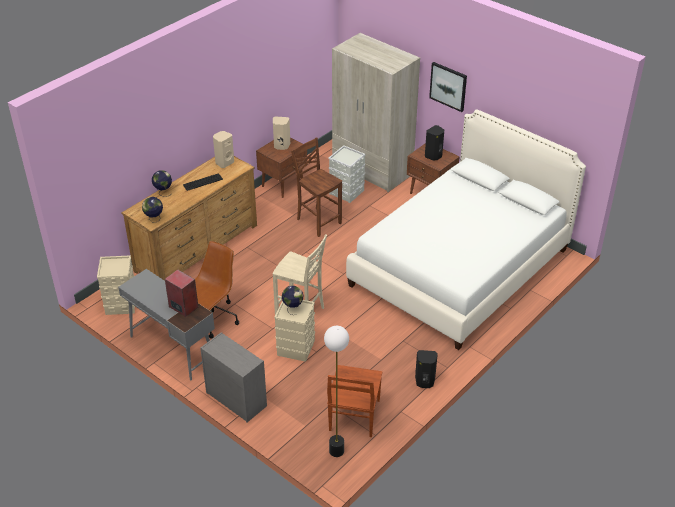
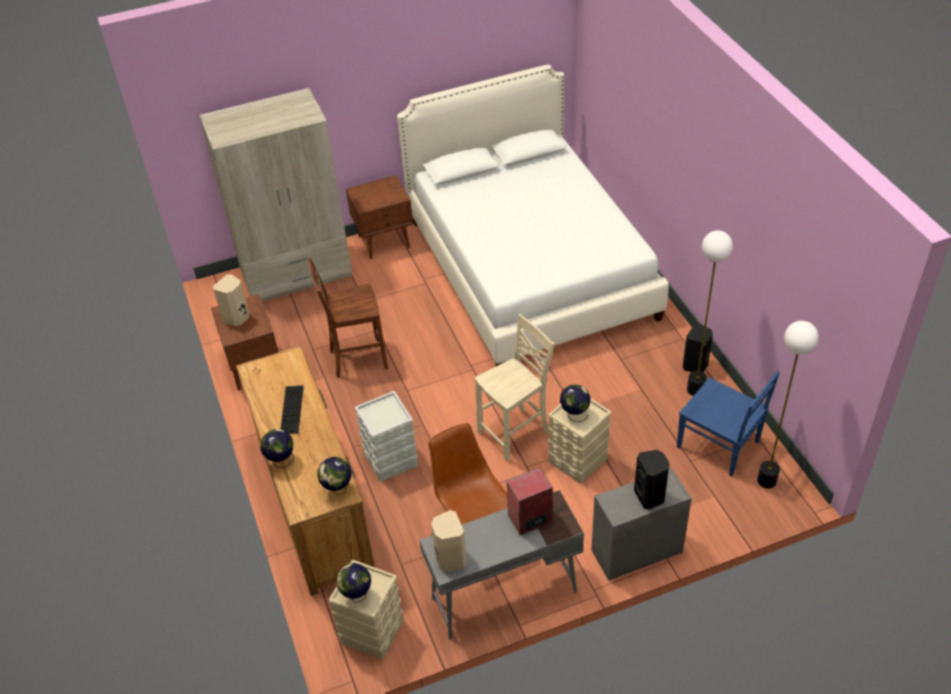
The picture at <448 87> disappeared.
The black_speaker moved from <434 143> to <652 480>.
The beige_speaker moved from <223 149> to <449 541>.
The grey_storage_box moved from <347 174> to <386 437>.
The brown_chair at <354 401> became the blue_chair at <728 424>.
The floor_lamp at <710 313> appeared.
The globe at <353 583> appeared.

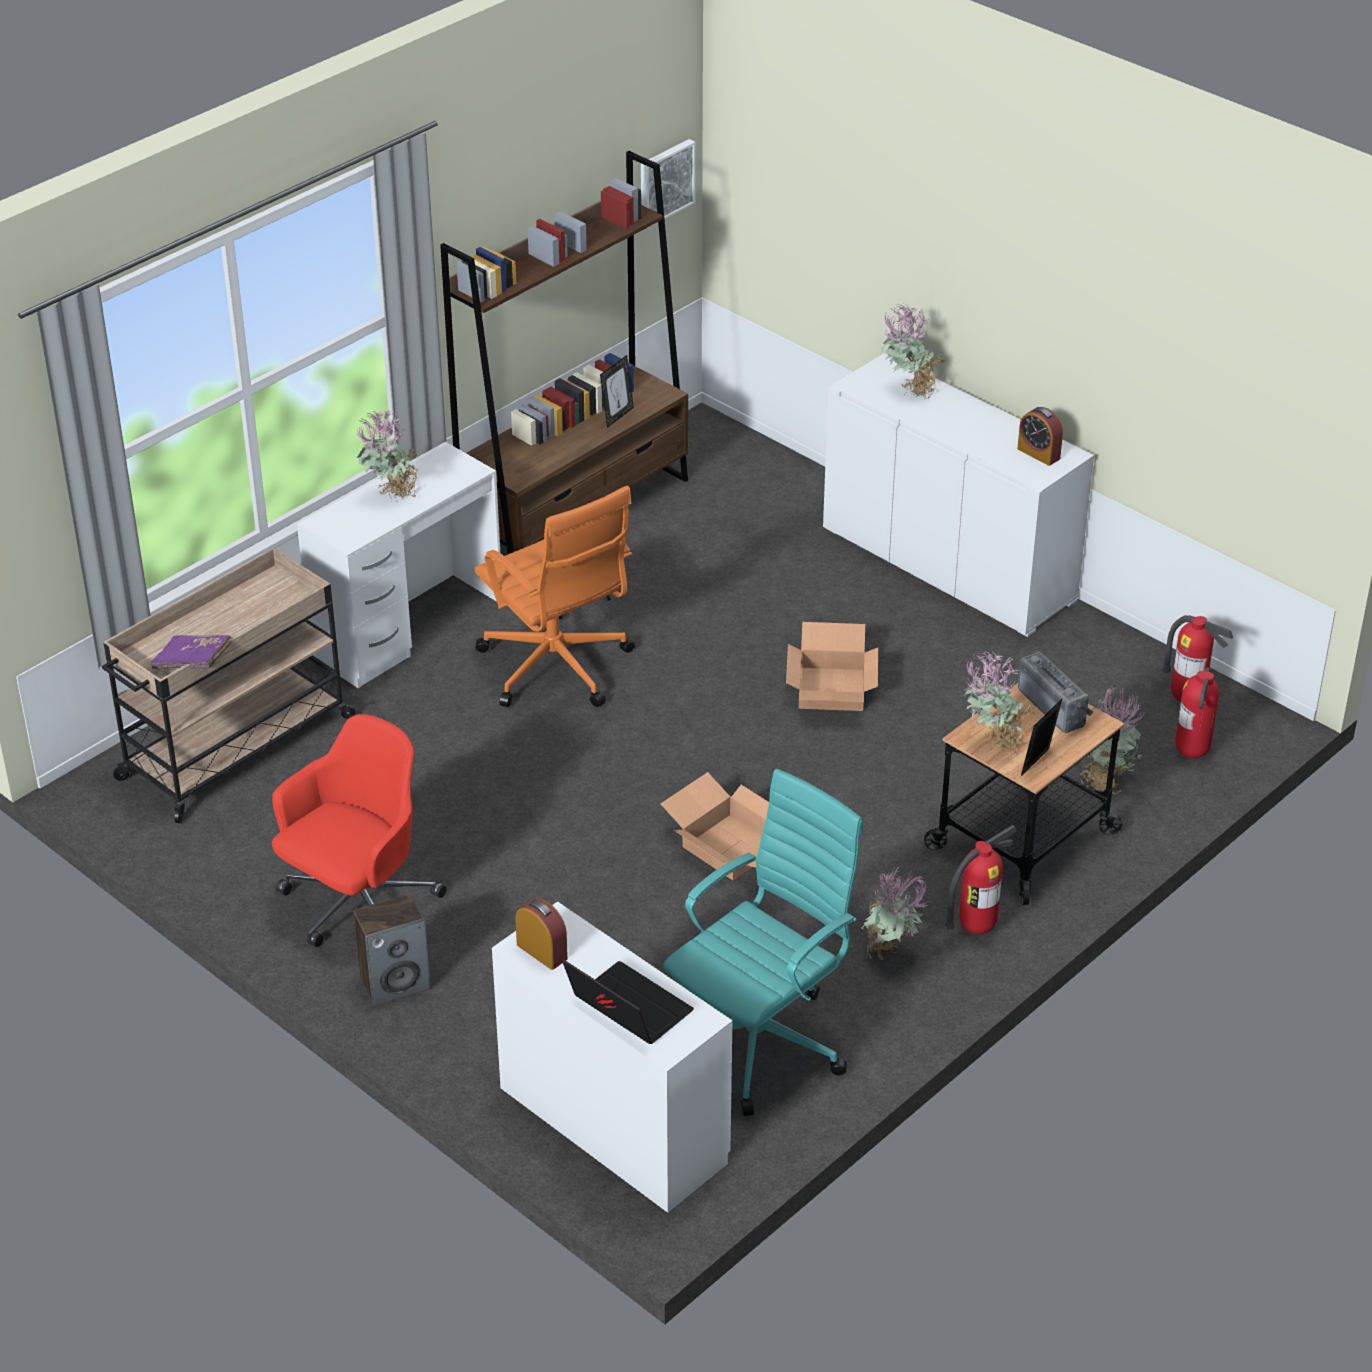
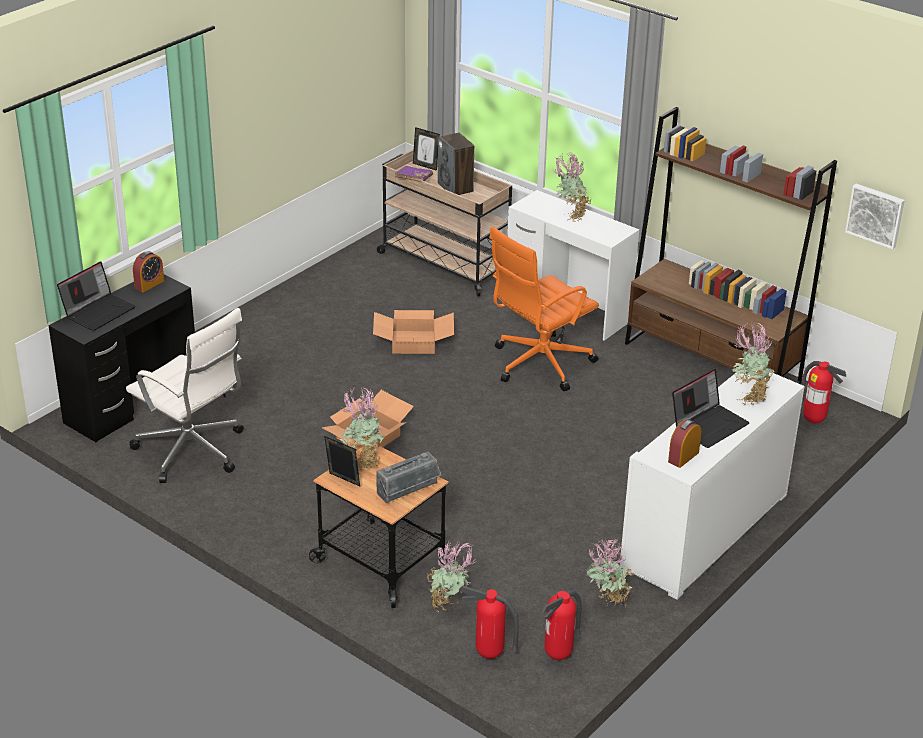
The picture_frame moved from <617 391> to <426 149>.
The cardboard_box moved from <832 666> to <413 332>.
The red_office_chair at <359 830> disappeared.
The turquoise_office_chair at <763 942> became the white_office_chair at <185 395>.
The fire_extinguisher moved from <981 880> to <823 392>.
The potted_plant moved from <894 913> to <610 573>.
The speaker moved from <392 950> to <456 164>.
The white_desk at <612 1057> became the black_desk at <121 358>.
The laptop at <711 408> appeared.

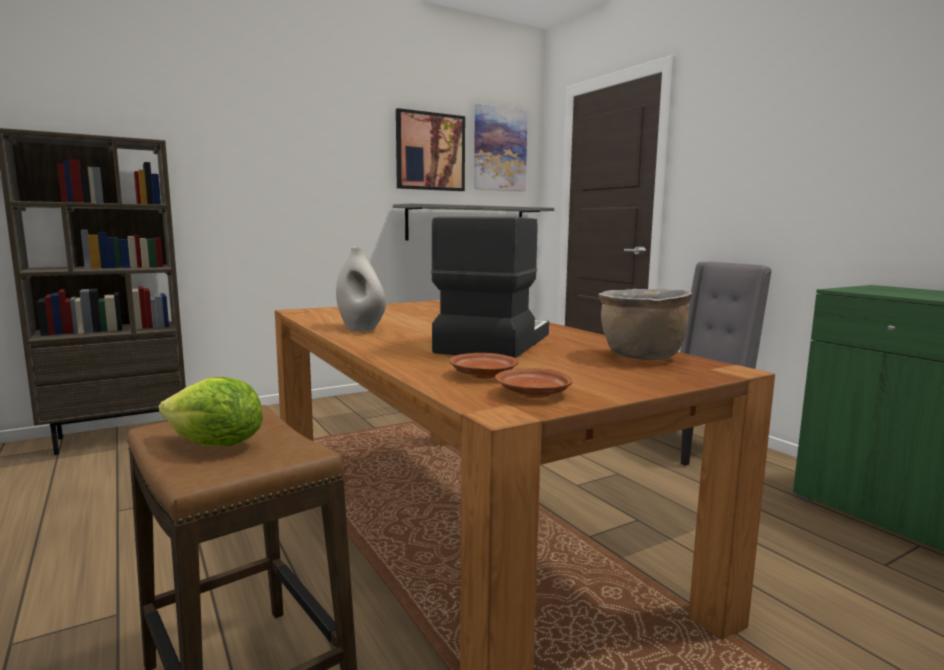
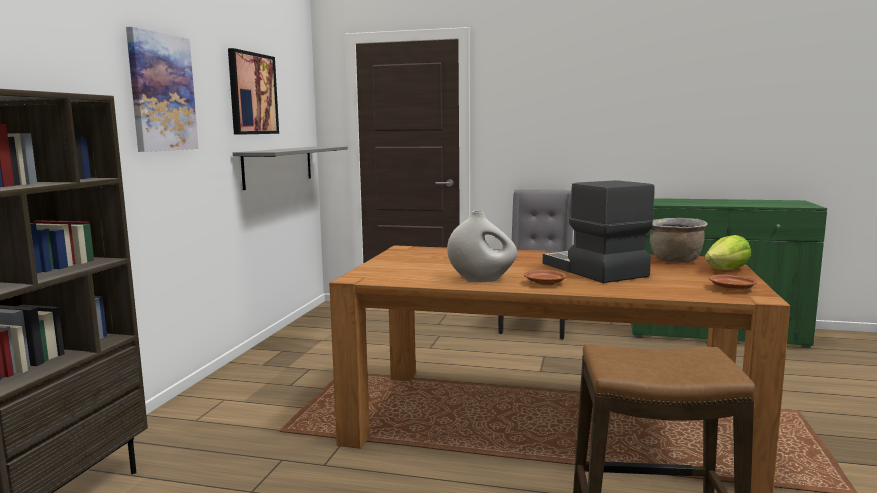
The picture moved from <501 147> to <162 89>.
The brown_plate moved from <484 366> to <545 277>.
The lettuce moved from <211 411> to <728 252>.

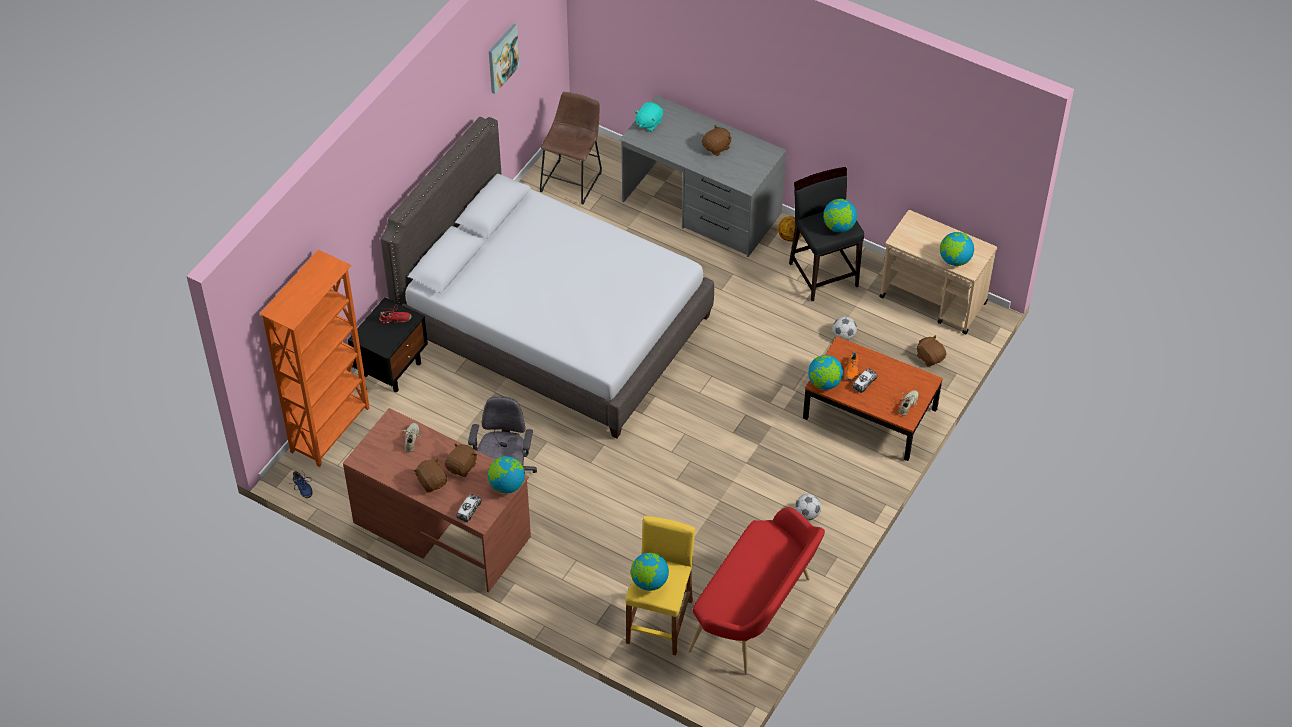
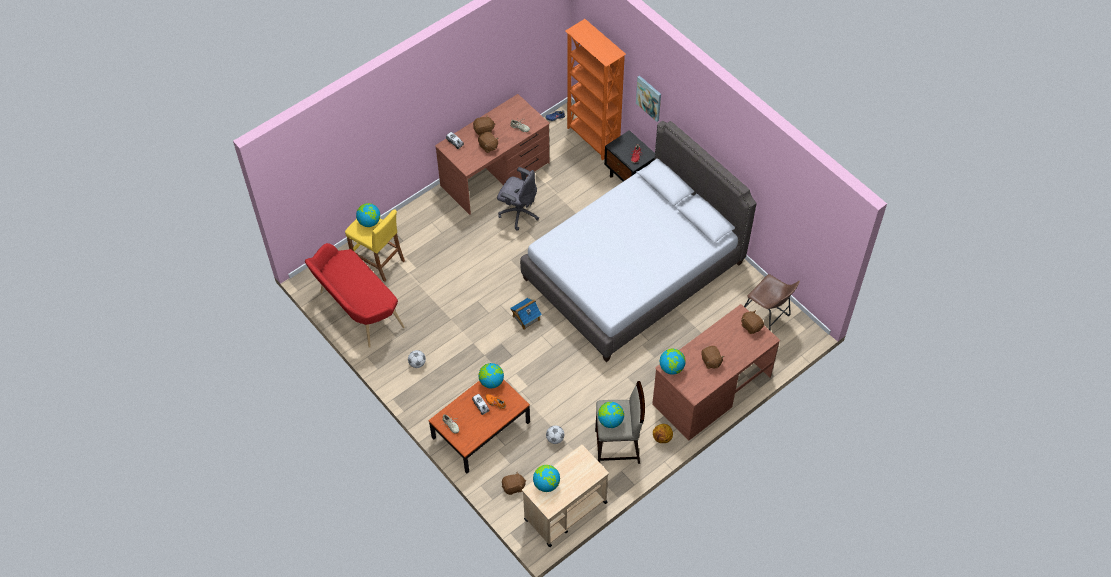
The picture moved from <504 59> to <648 99>.
The grey_desk at <703 176> became the brown_desk at <716 372>.
The turquoise_plush_toy at <648 117> became the brown_plush_toy at <752 322>.
The black_stool at <826 234> became the beige_stool at <620 422>.
The globe moved from <506 474> to <673 362>.
The toy_house at <526 314> appeared.

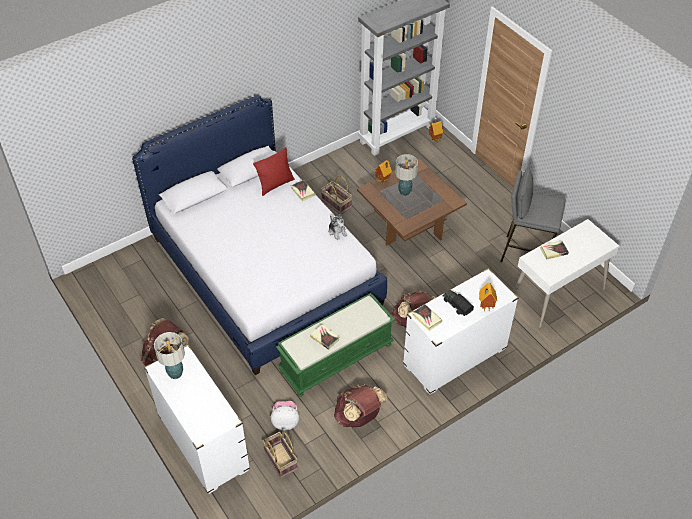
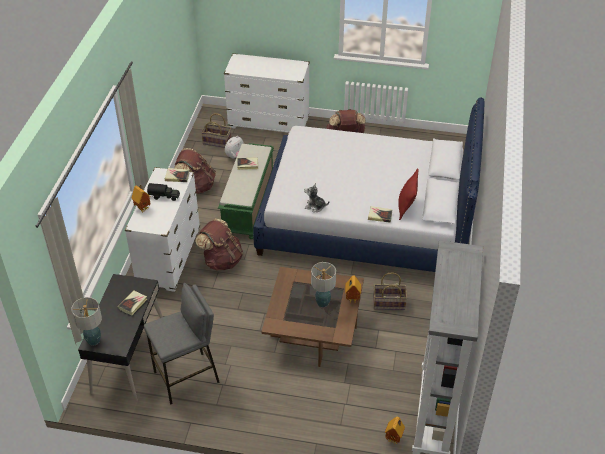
The white_desk at <566 274> became the black_desk at <120 337>.
The table_lamp moved from <169 355> to <86 321>.

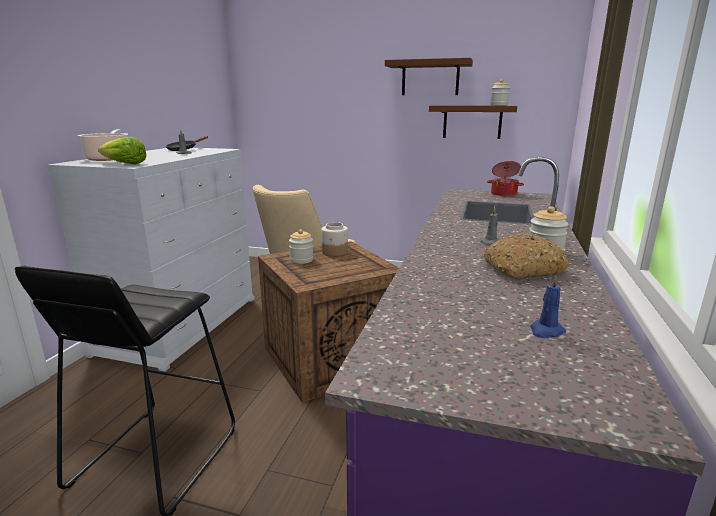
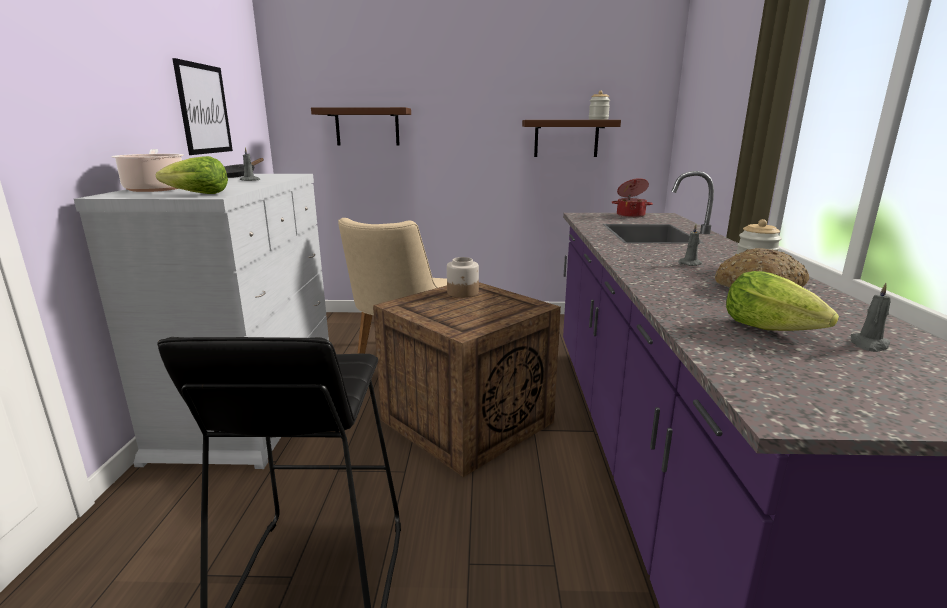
The brown_shelf moved from <429 76> to <361 126>.
The jar at <301 246> disappeared.
The blue_candle at <548 306> became the grey_candle at <871 317>.
The picture at <202 106> appeared.
The lettuce at <782 301> appeared.

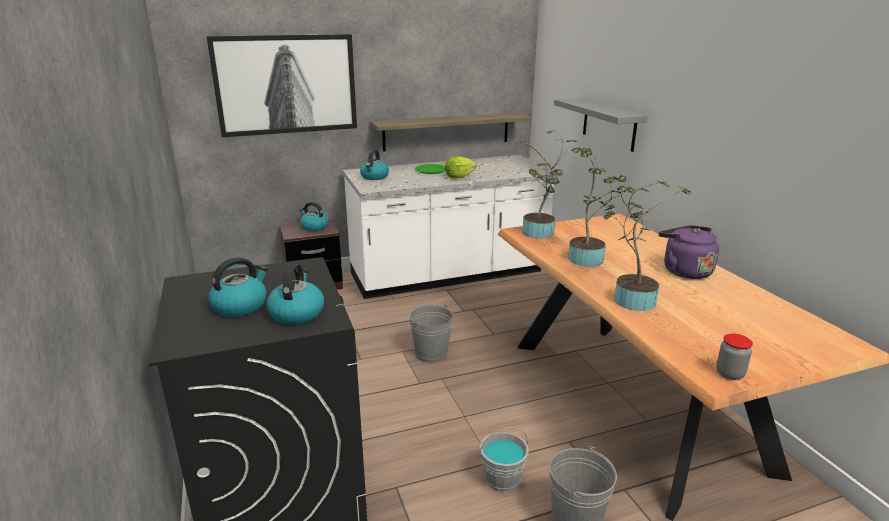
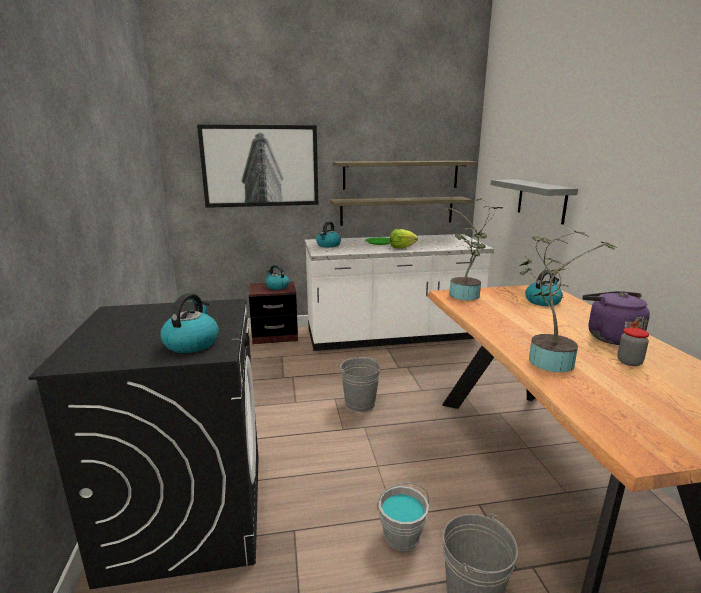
The potted_plant at <597 207> disappeared.
The kettle moved from <238 287> to <544 288>.
The jar moved from <734 357> to <633 346>.
The shelf at <405 175> appeared.

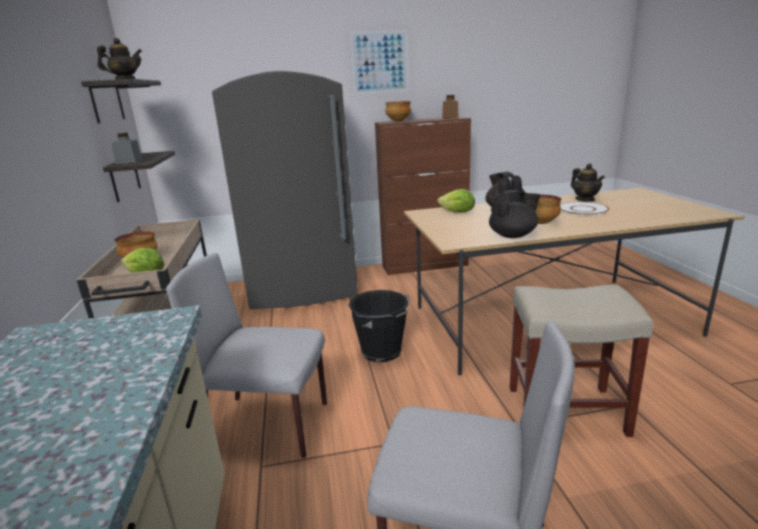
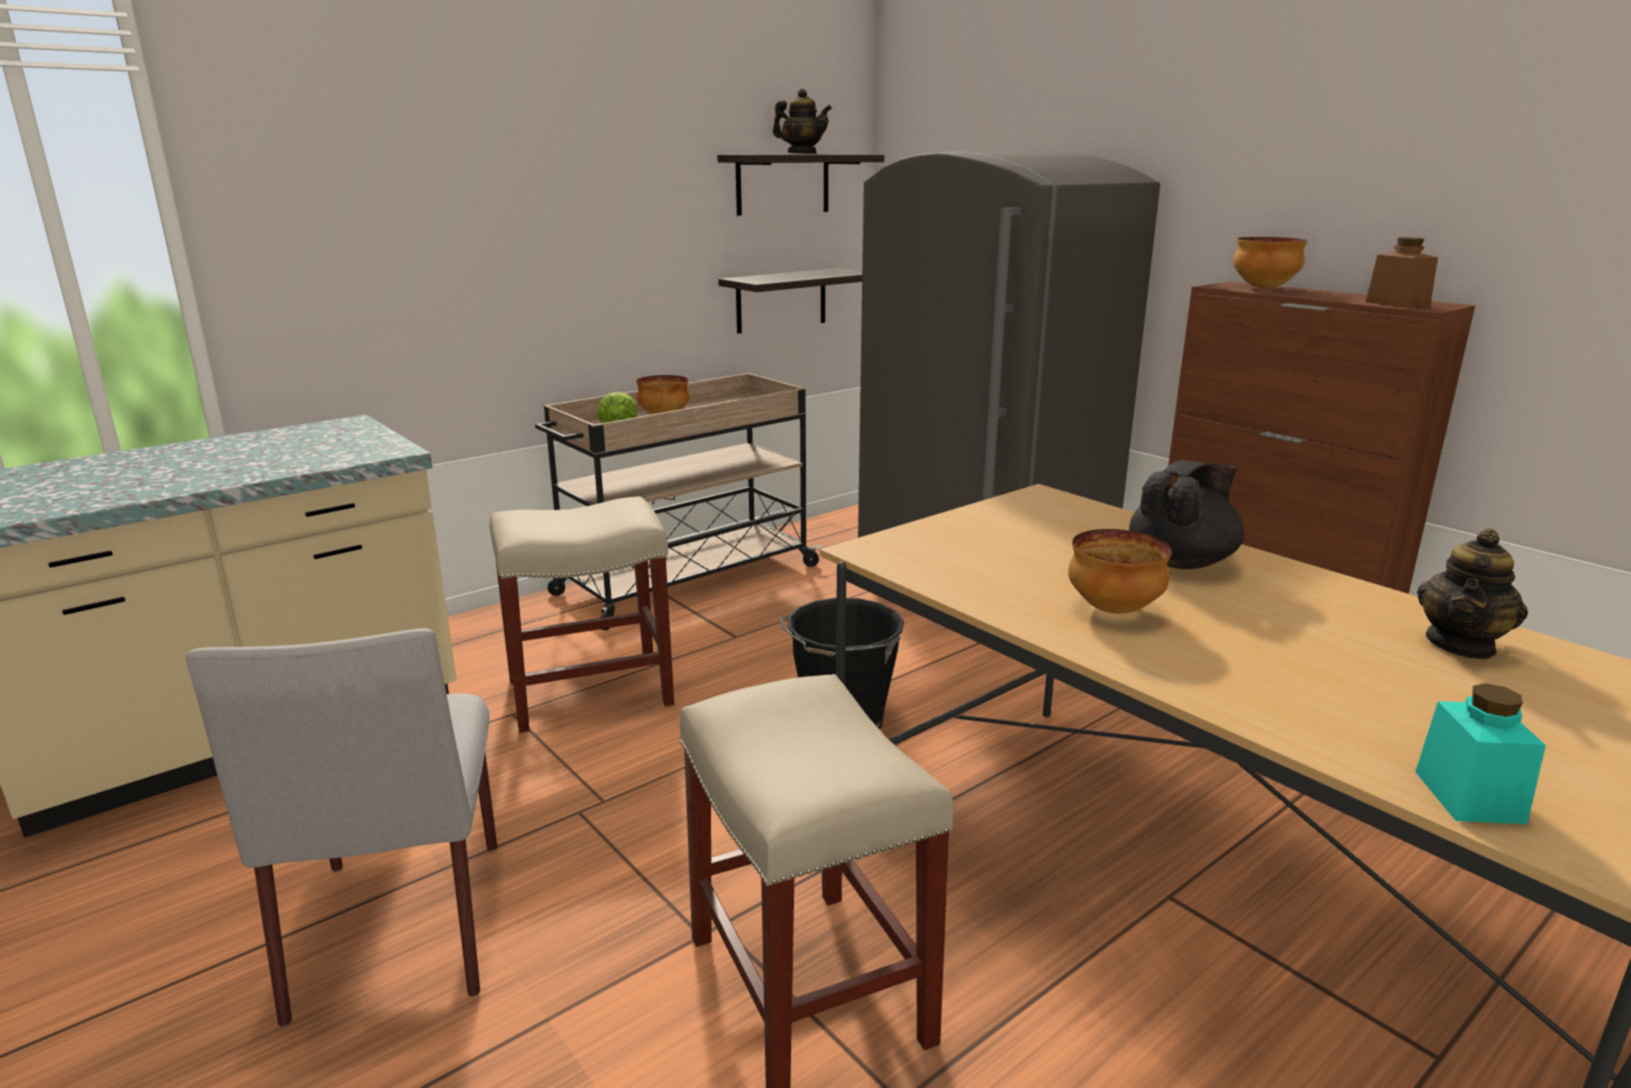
The picture at <379 62> disappeared.
The grey_jar at <127 148> disappeared.
The lettuce at <456 201> disappeared.
The black_teapot at <515 214> disappeared.
The white_plate at <584 209> disappeared.
The grey_chair at <246 355> was replaced by the beige_stool at <582 615>.
The turquoise_jar at <1480 753> appeared.

